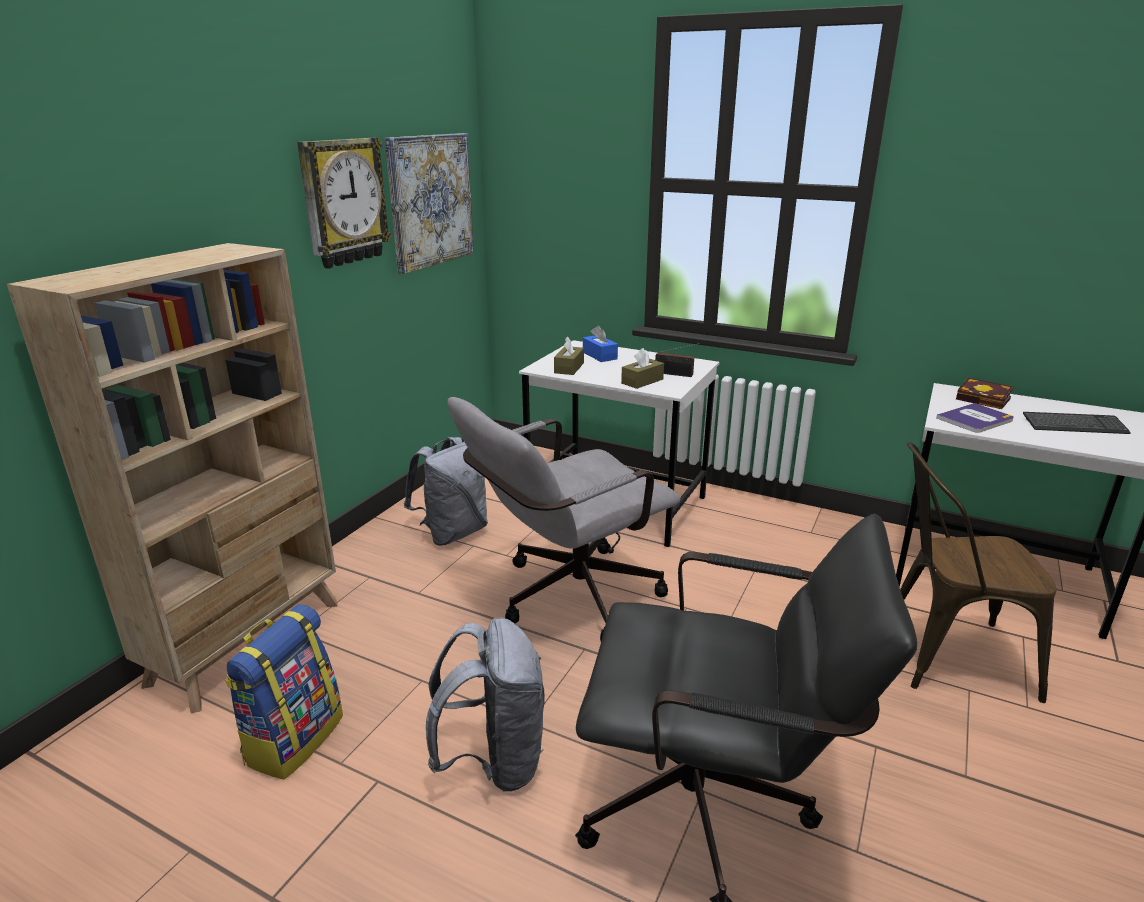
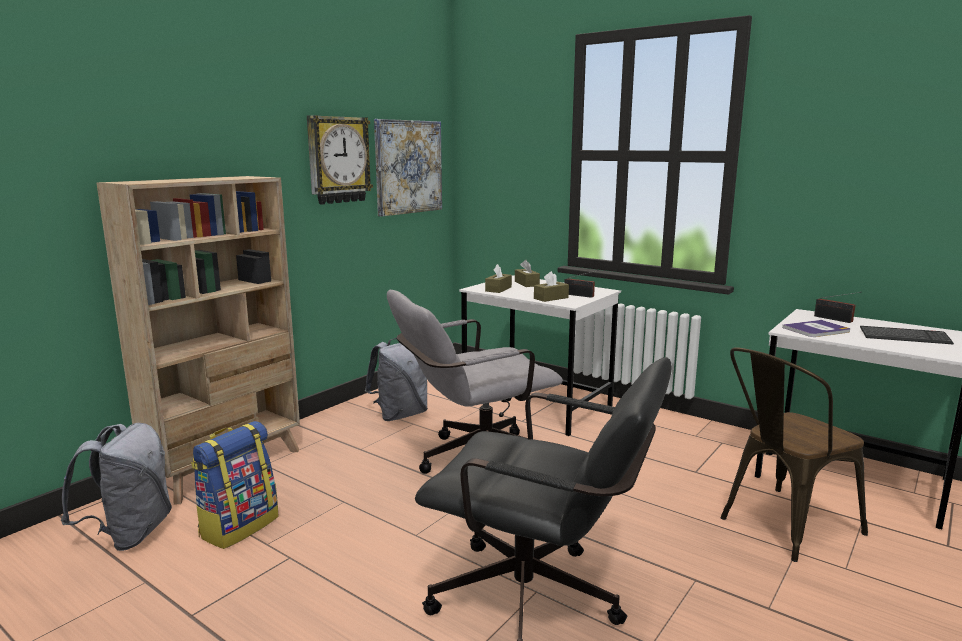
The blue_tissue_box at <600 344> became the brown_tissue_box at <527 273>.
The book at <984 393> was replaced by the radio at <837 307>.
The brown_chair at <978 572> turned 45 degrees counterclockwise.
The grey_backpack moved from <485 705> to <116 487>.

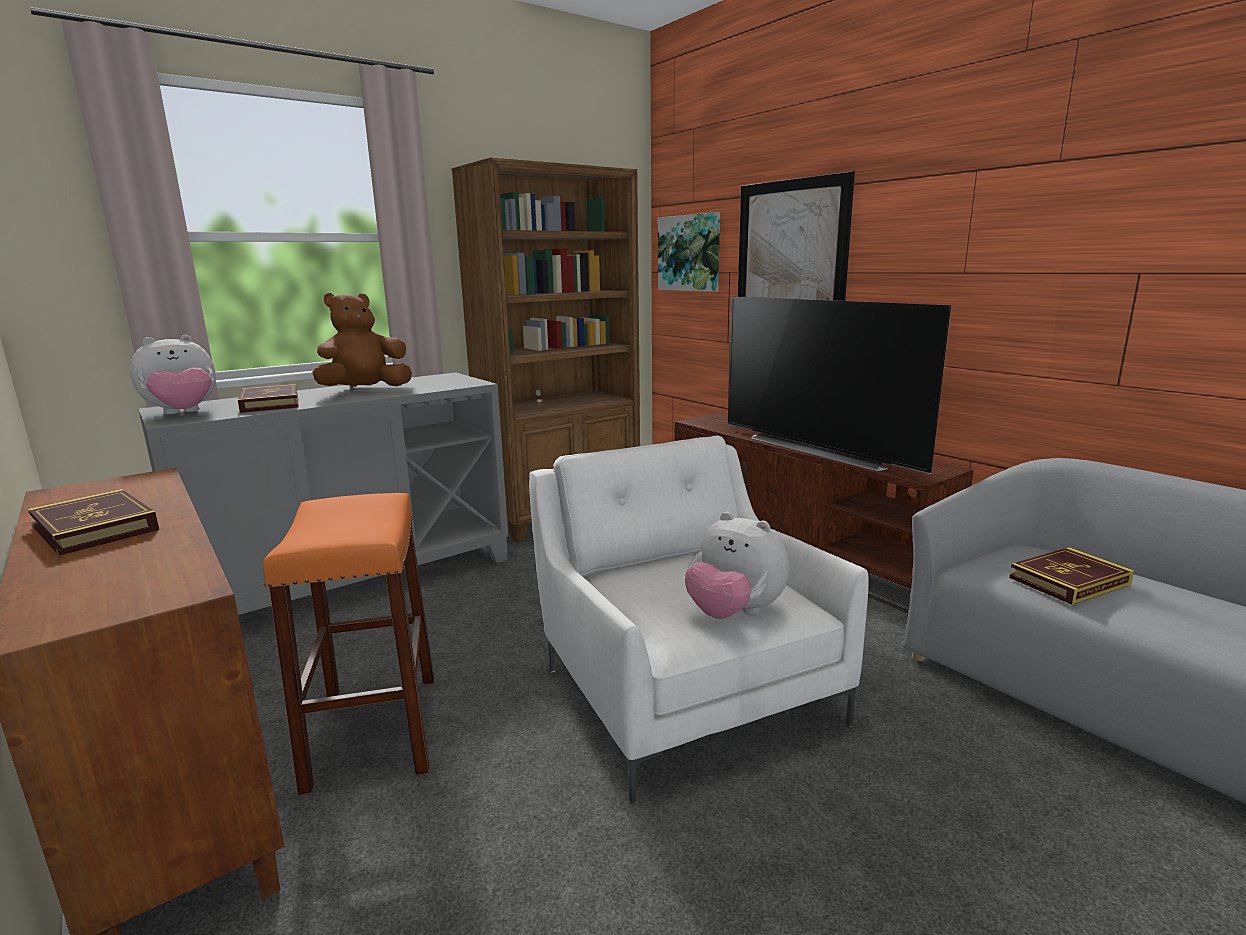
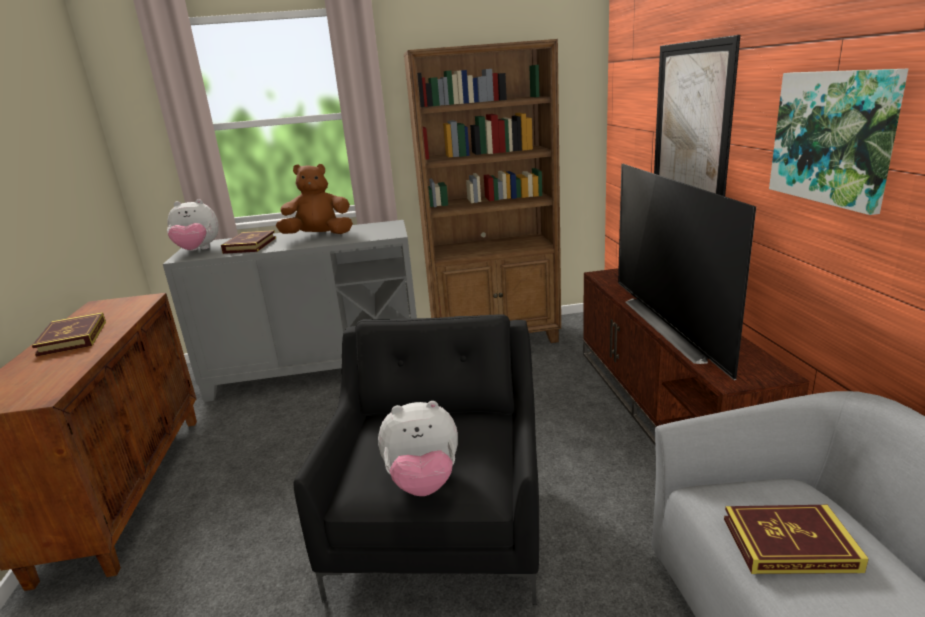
The picture moved from <689 252> to <838 142>.
The white_armchair at <699 620> became the black_armchair at <416 460>.
The orange_stool at <348 644> disappeared.
The plush_toy at <737 565> turned 75 degrees counterclockwise.

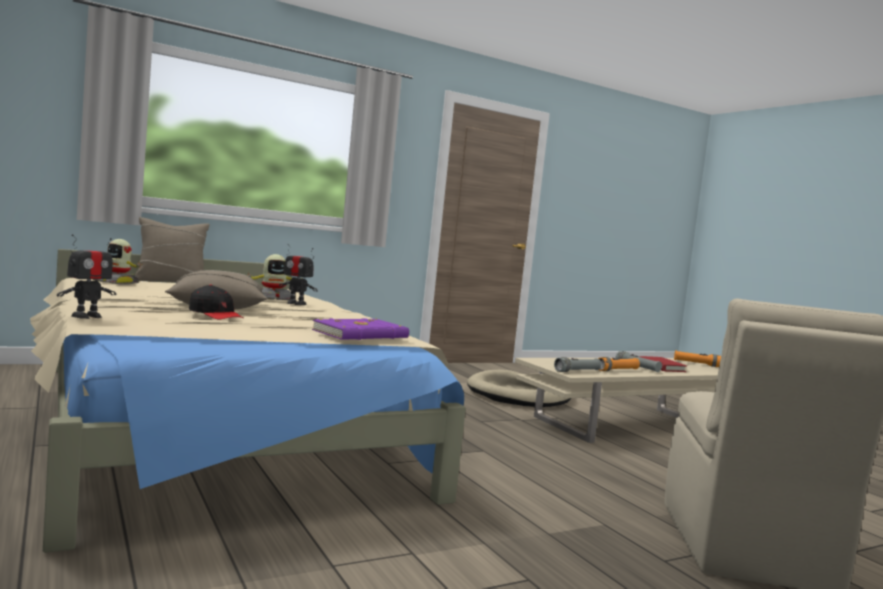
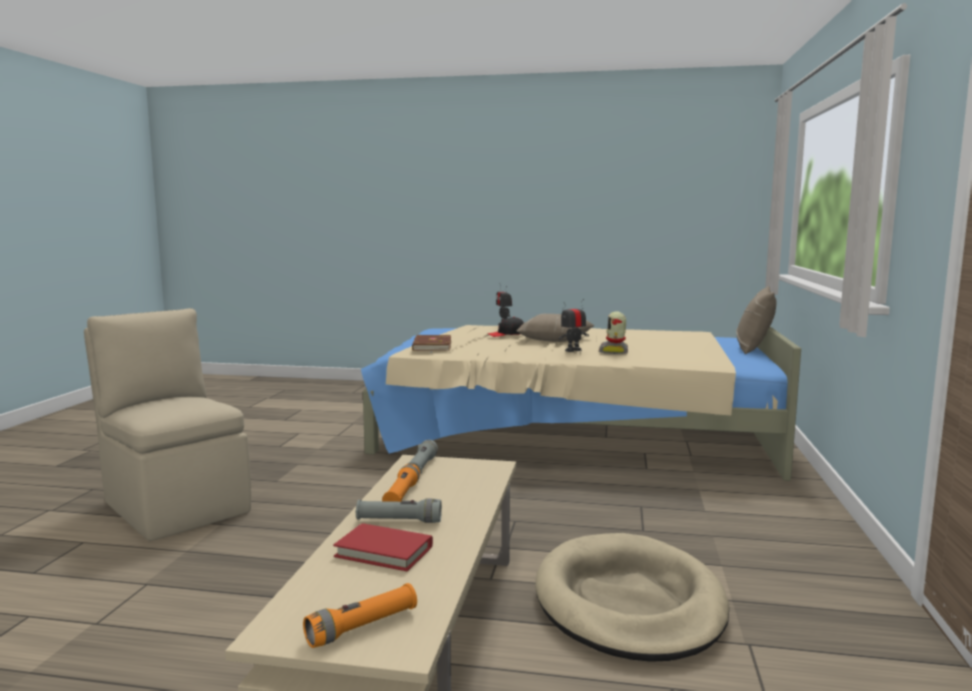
The toy_robot at <117 262> disappeared.
The purple_book at <360 329> became the brown_book at <431 343>.

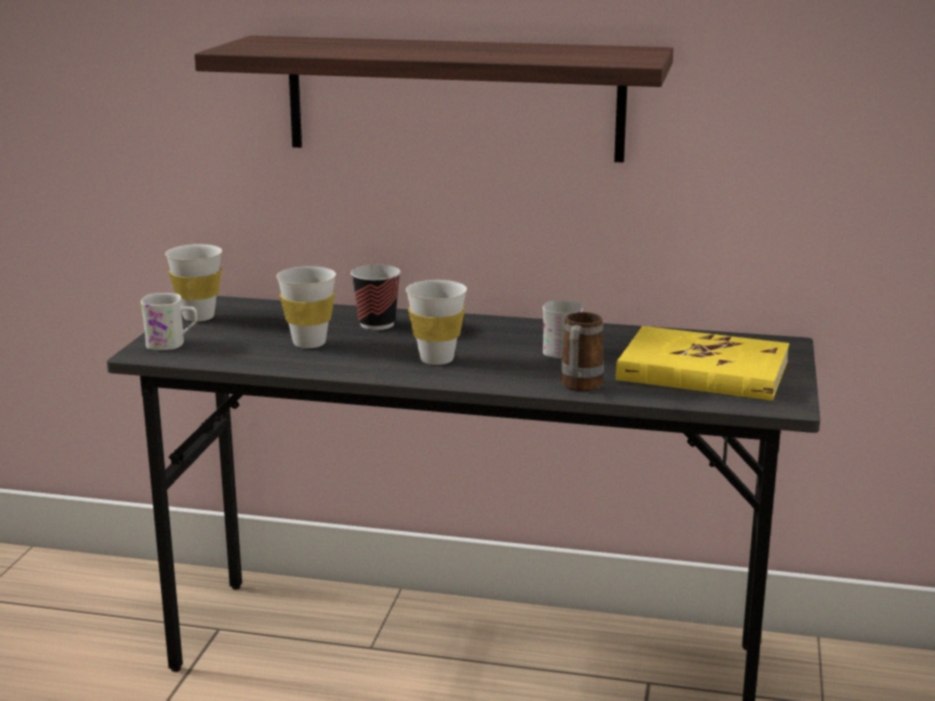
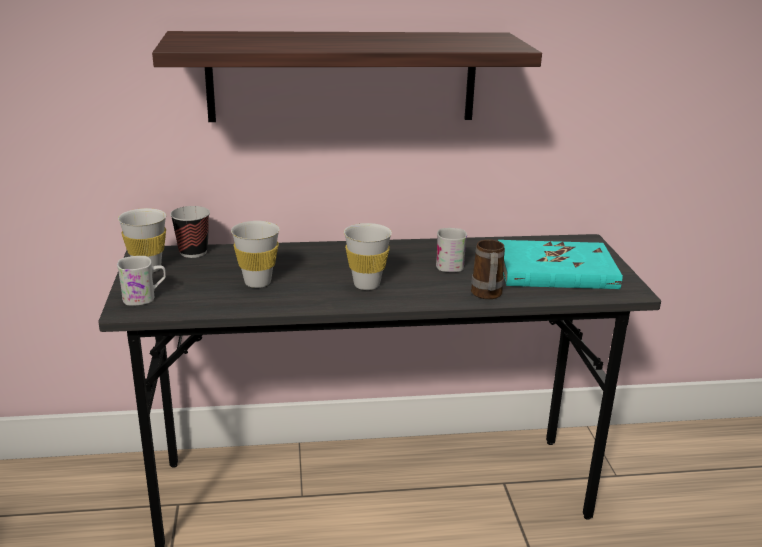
The cup moved from <376 297> to <190 232>.
The yellow_book at <702 363> became the turquoise_book at <560 264>.

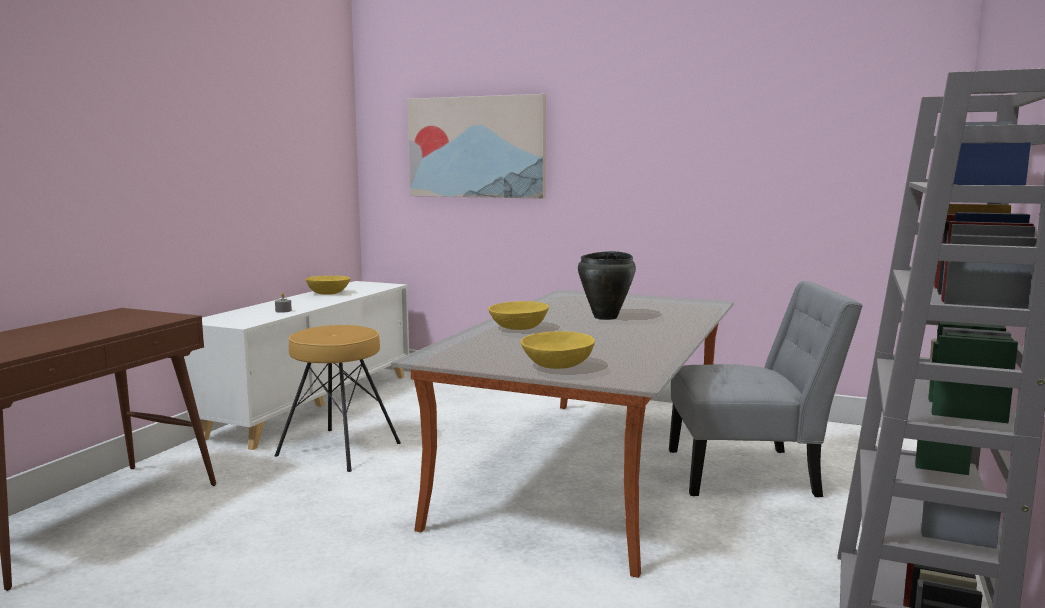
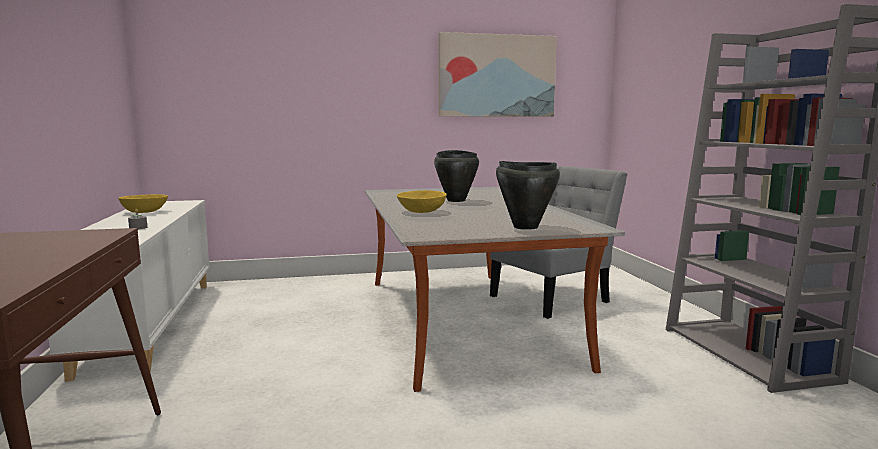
The picture moved from <476 146> to <498 74>.
The brown_stool at <338 398> disappeared.
The yellow_bowl at <558 350> was replaced by the black_cooking_pot at <528 195>.

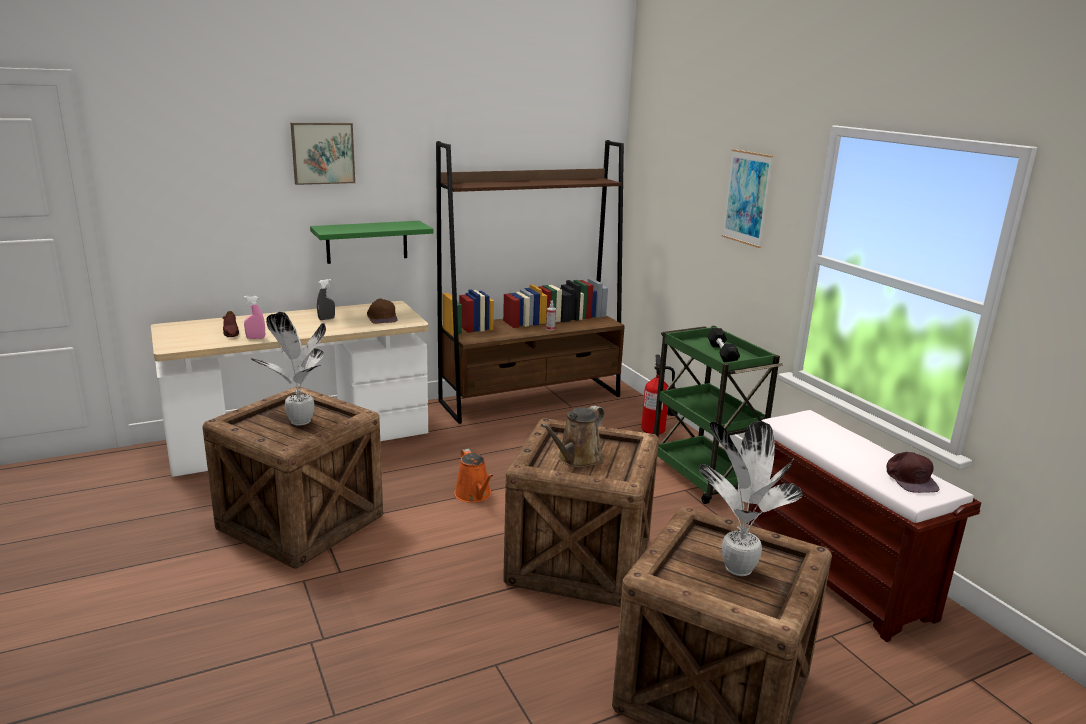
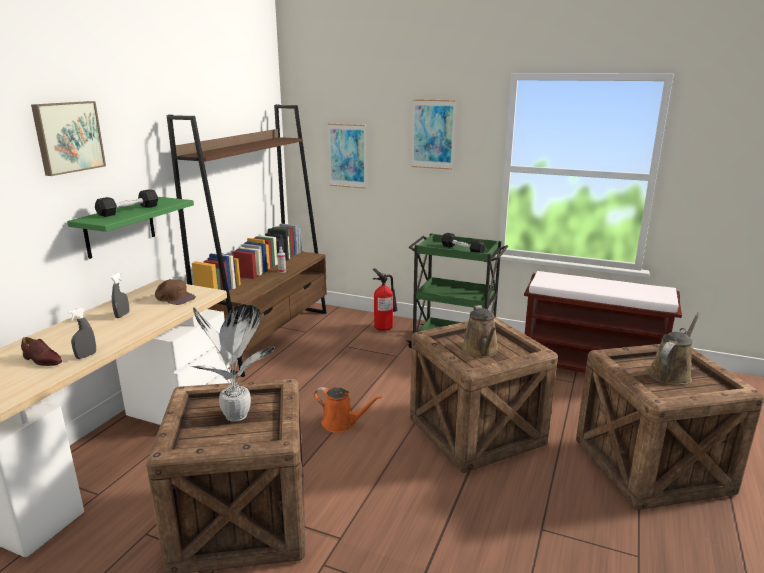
The pink_spray_bottle at <254 317> became the grey_spray_bottle at <82 333>.
The potted_plant at <751 498> was replaced by the brown_watering_can at <674 348>.
The brown_cap at <912 472> disappeared.
The picture at <347 156> appeared.
The black_dumbbell at <126 203> appeared.

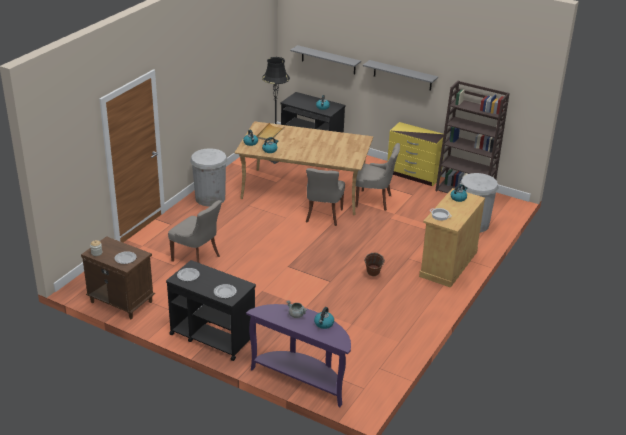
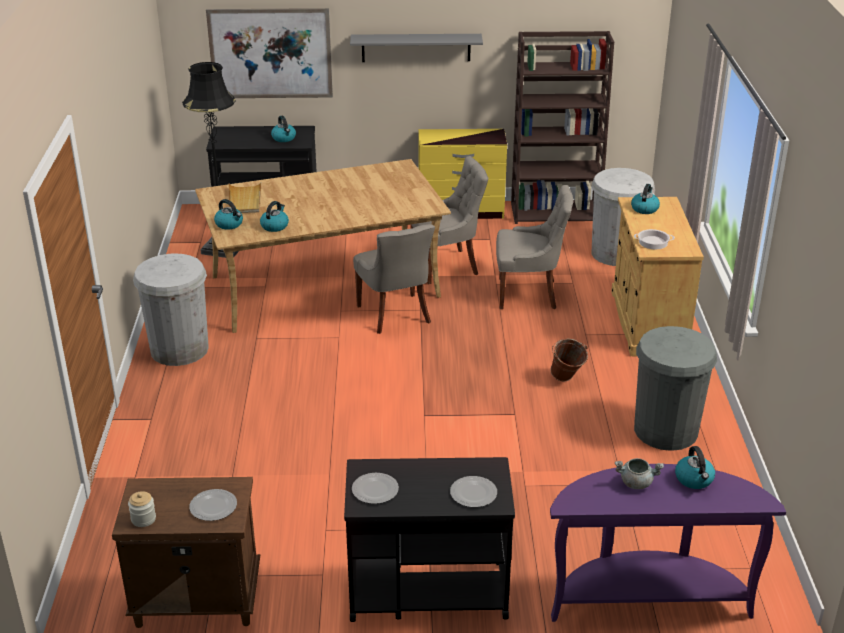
The grey_shelf at <325 59> was replaced by the picture at <269 53>.
The grey_chair moved from <195 231> to <534 247>.
The grey_trash_can at <675 388> appeared.

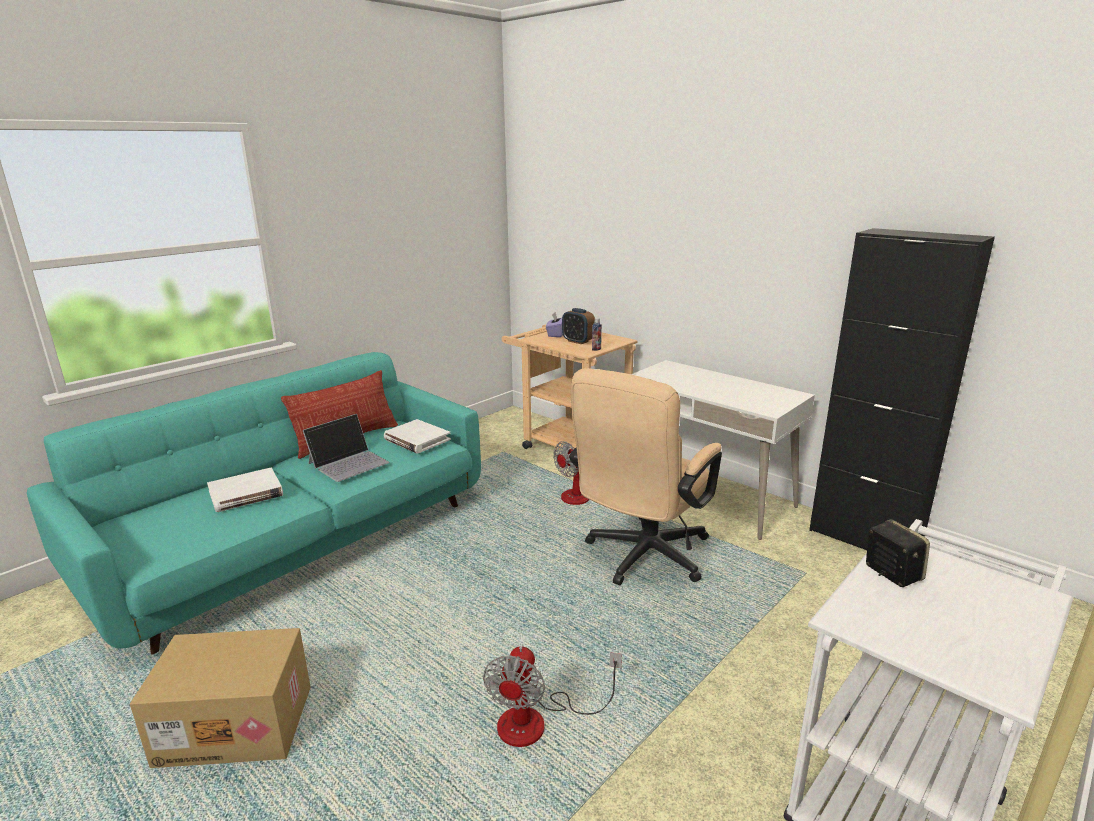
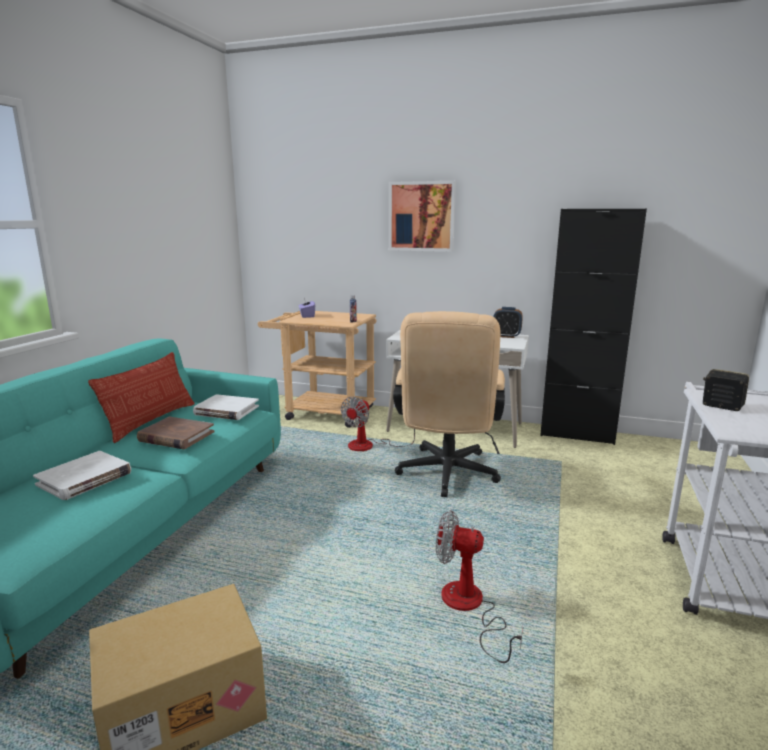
The alarm_clock moved from <578 326> to <508 322>.
The laptop at <346 448> was replaced by the brown_book at <176 433>.
The fan at <552 696> turned 120 degrees clockwise.
The picture at <422 216> appeared.

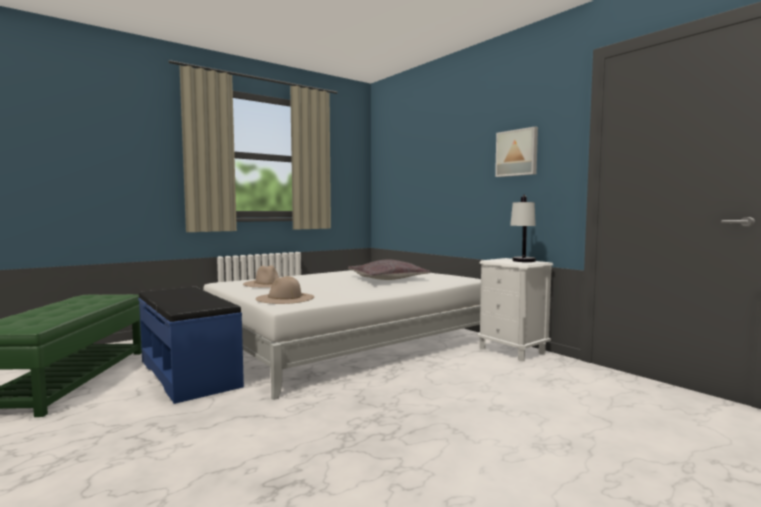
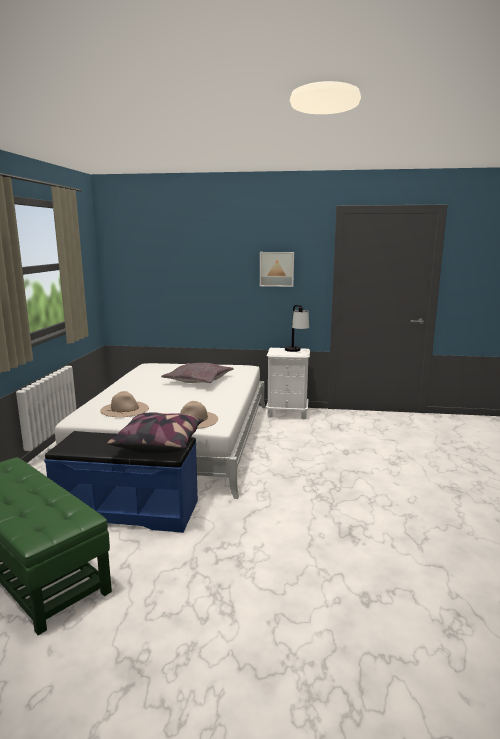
The pillow at <155 432> appeared.

